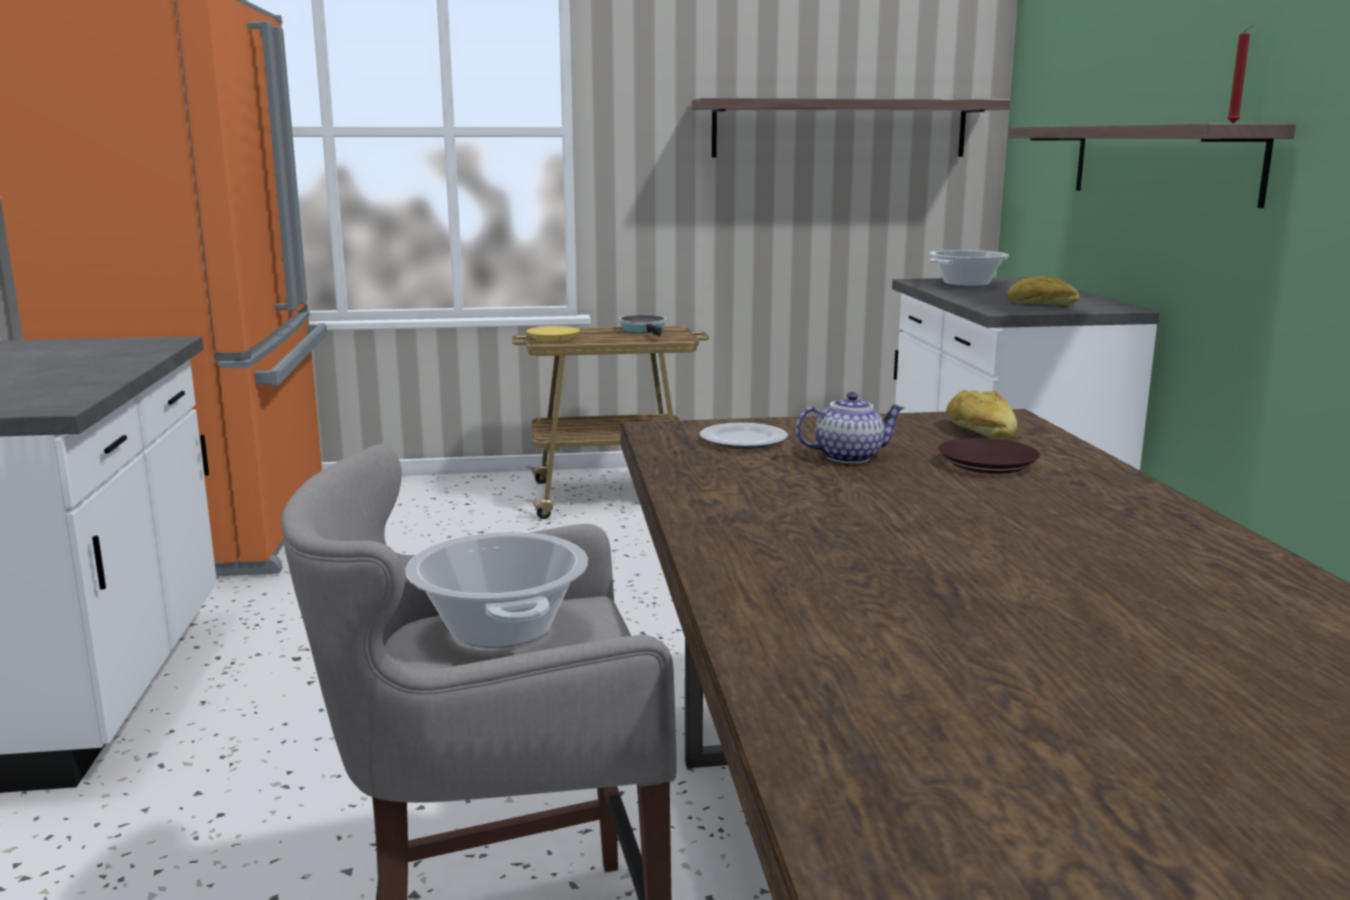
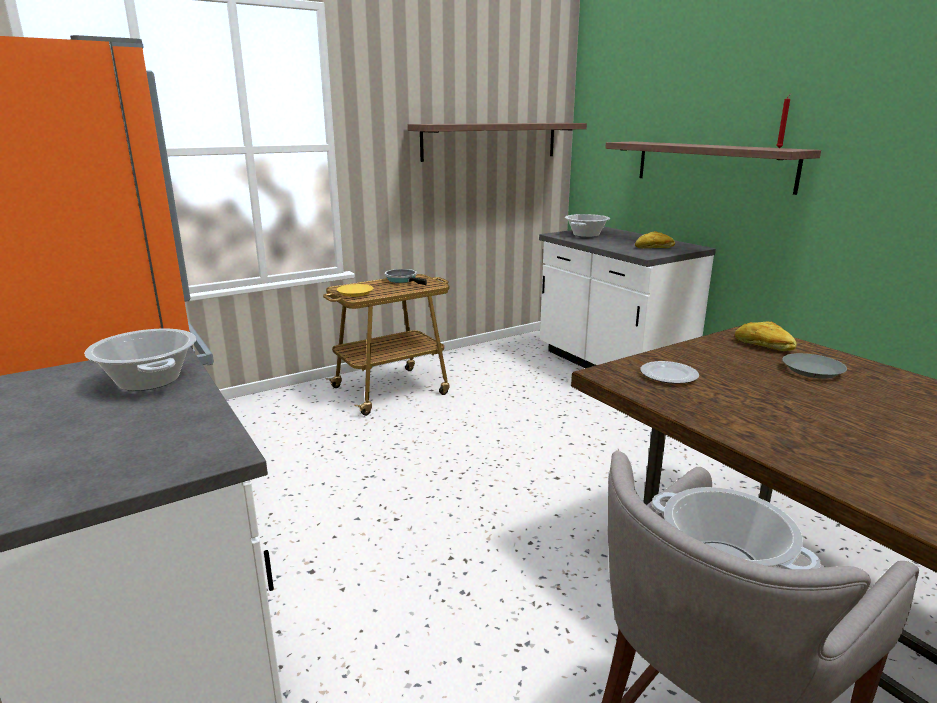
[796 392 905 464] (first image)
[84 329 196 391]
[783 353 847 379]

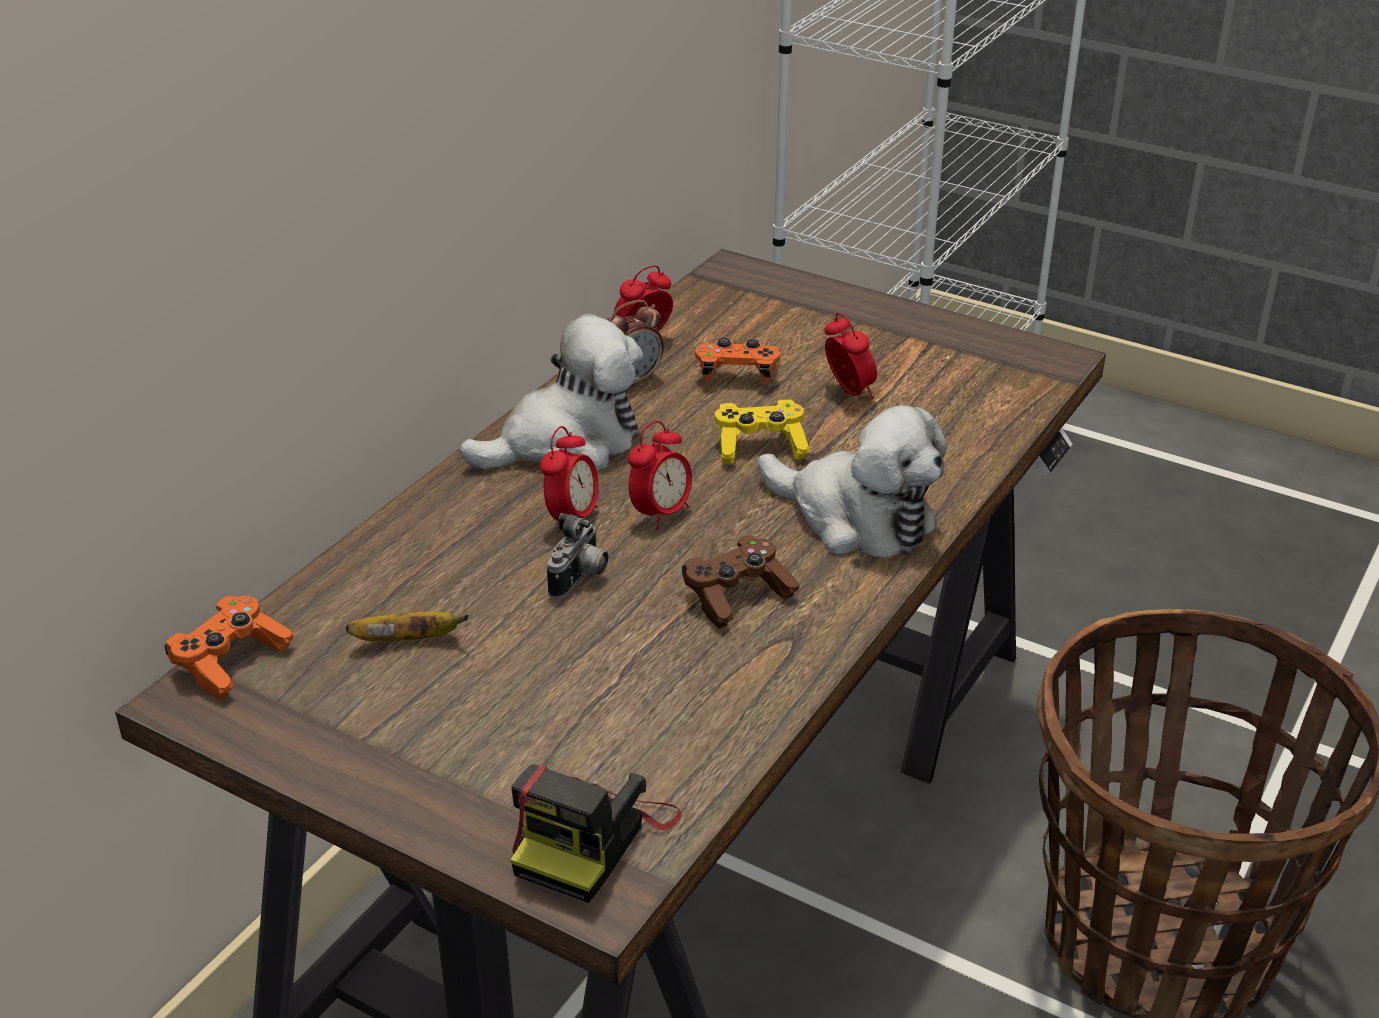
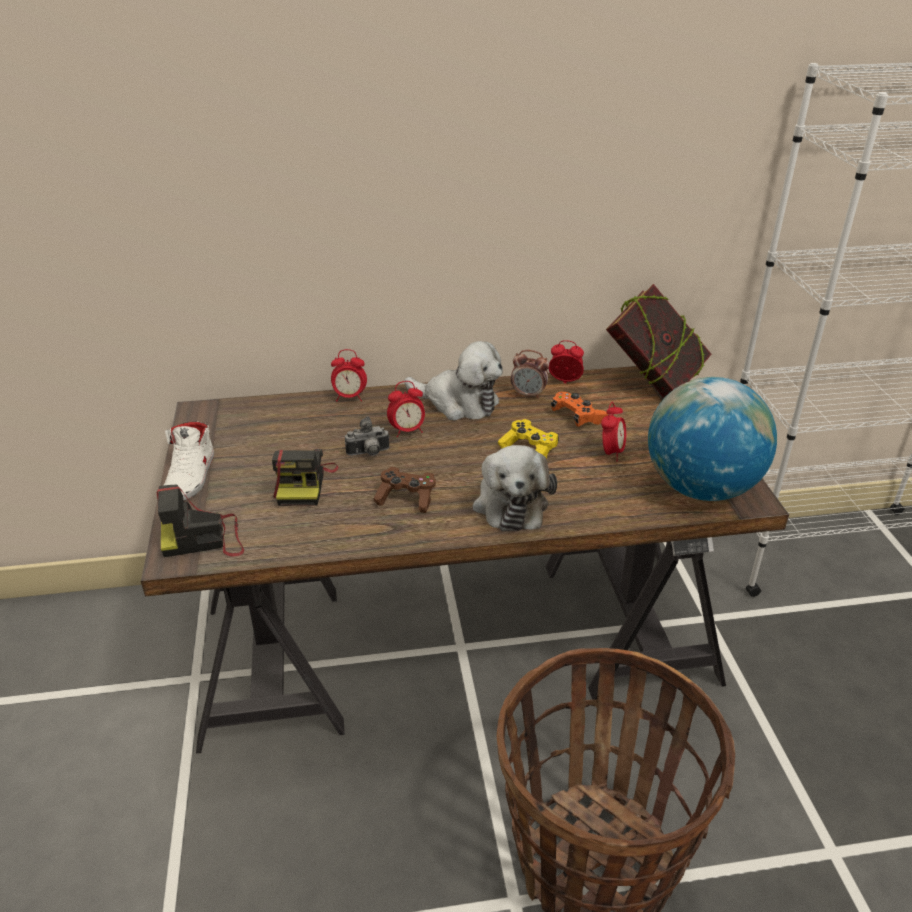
[165 596 294 700] (first image)
[346 612 469 641] (first image)
[163 421 214 501]
[272 449 338 506]
[606 284 712 398]
[648 377 777 501]
[331 349 367 401]

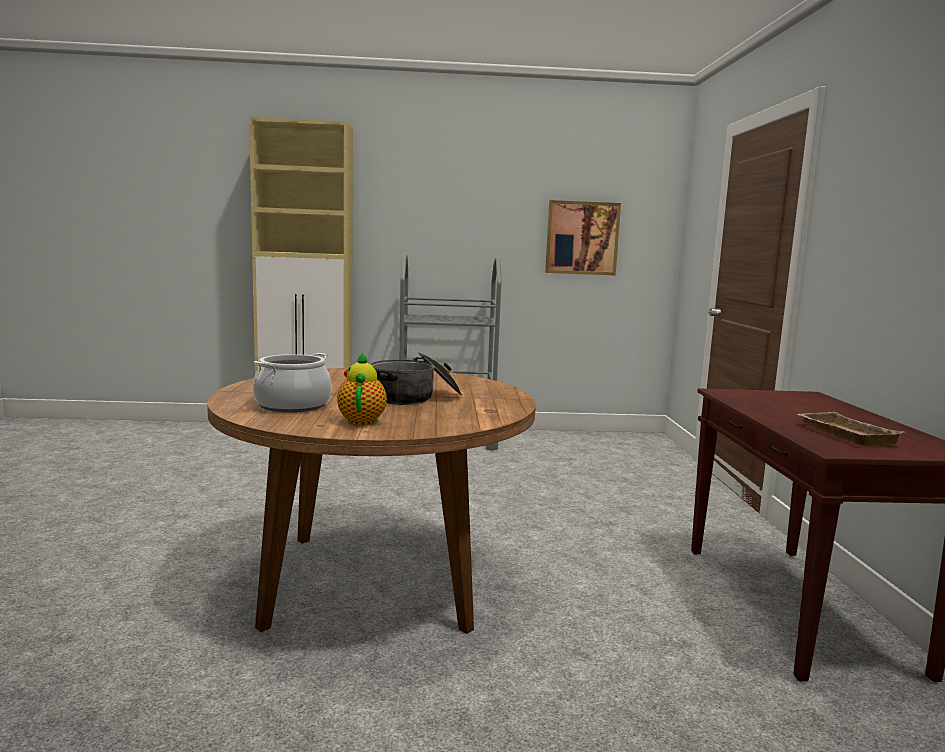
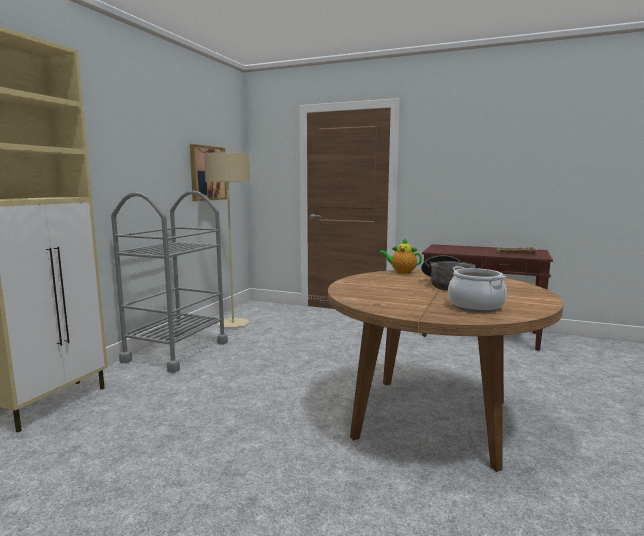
[204 152 250 328]
[379 238 422 274]

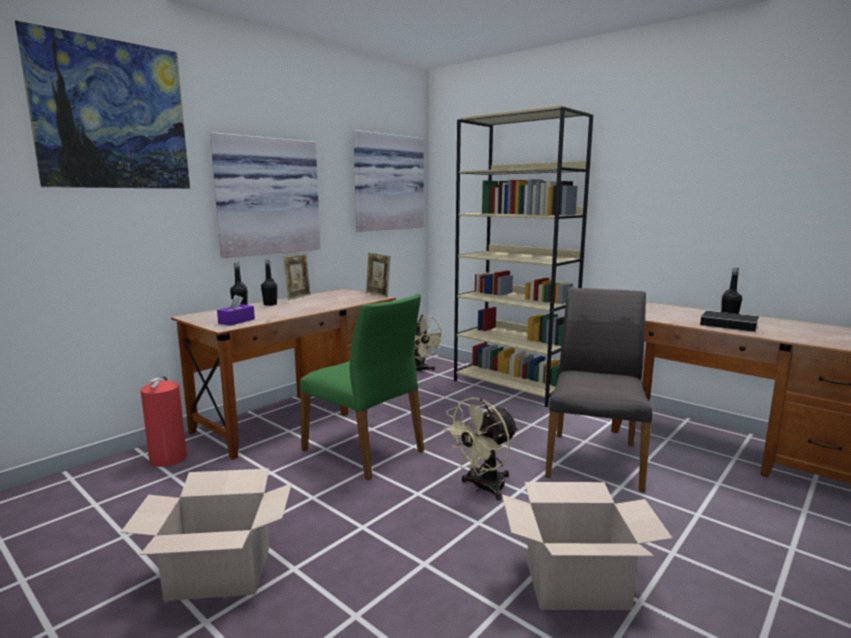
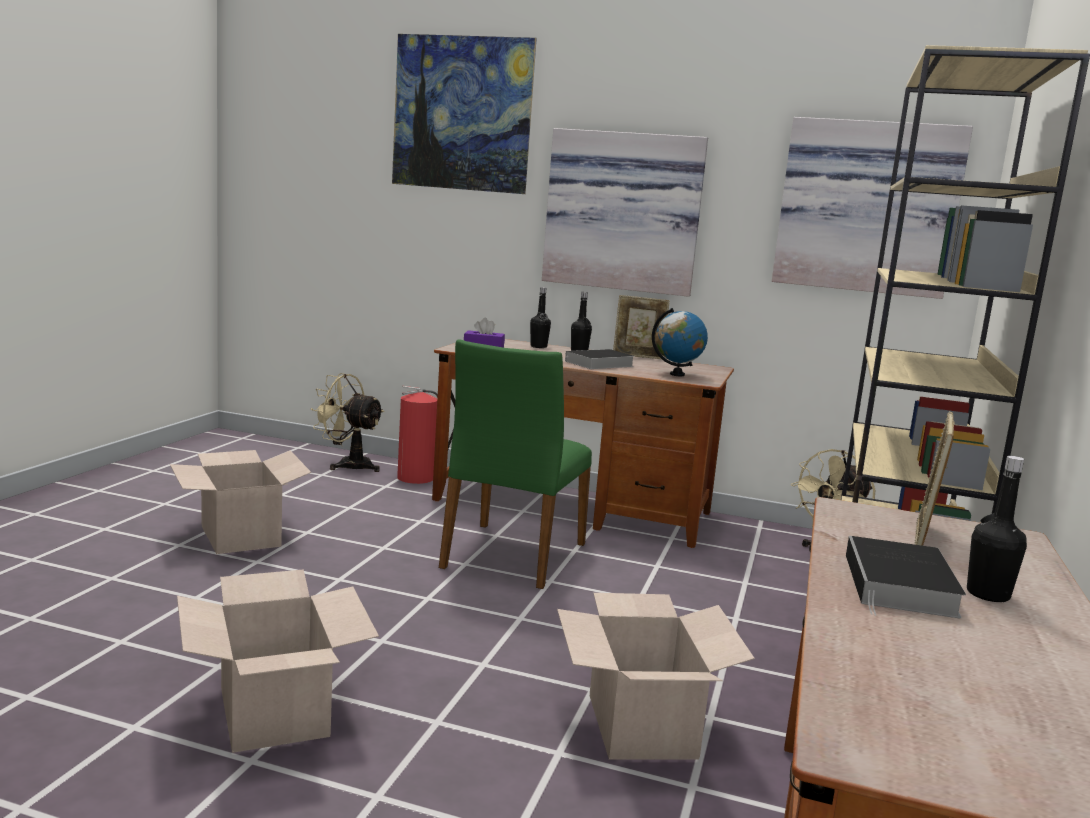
[564 349 634 369]
[652 308 708 376]
[914 412 955 546]
[311 373 385 472]
[557 593 755 759]

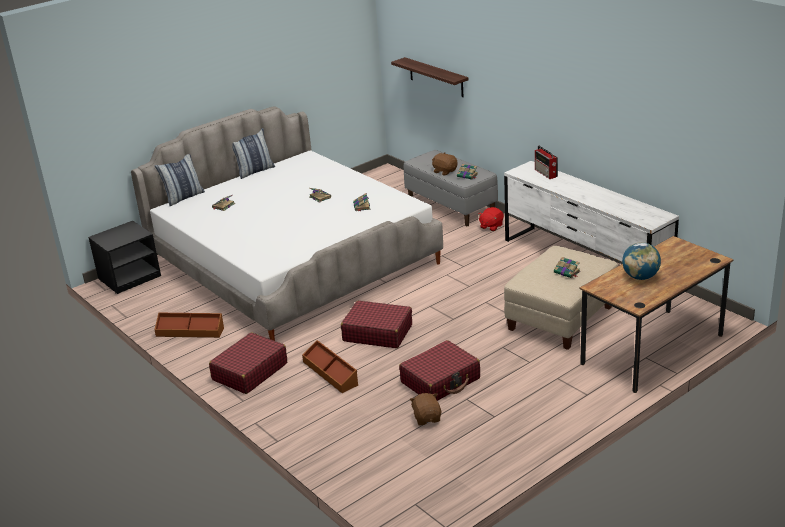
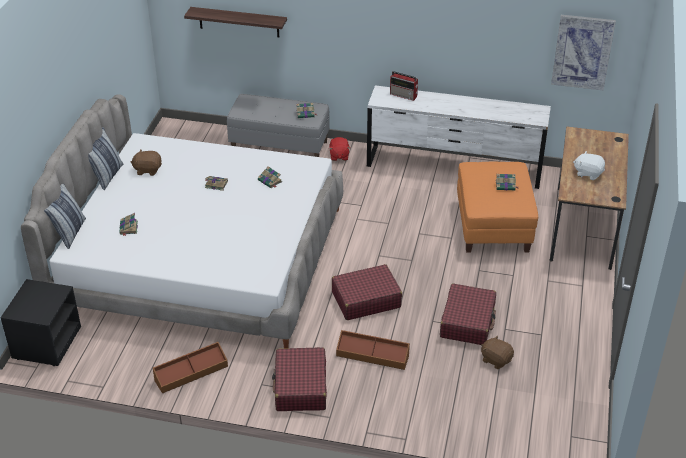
[551 15 616 90]
[131 149 162 176]
[573 151 605 180]
[457 162 538 253]

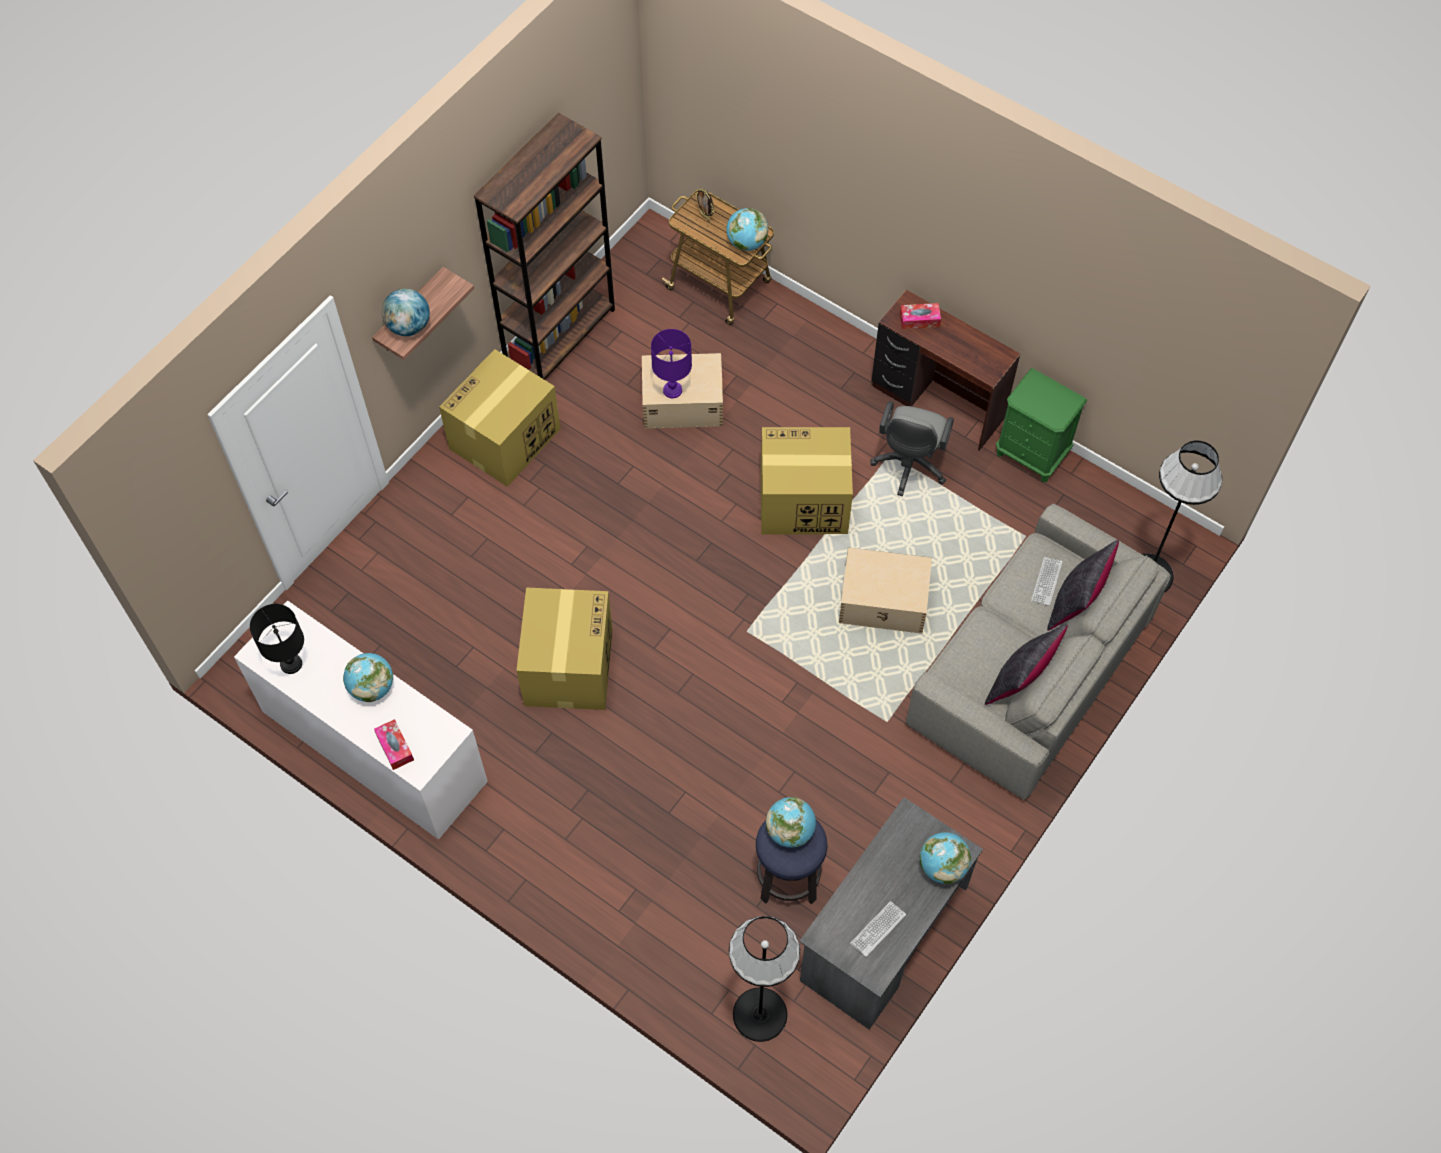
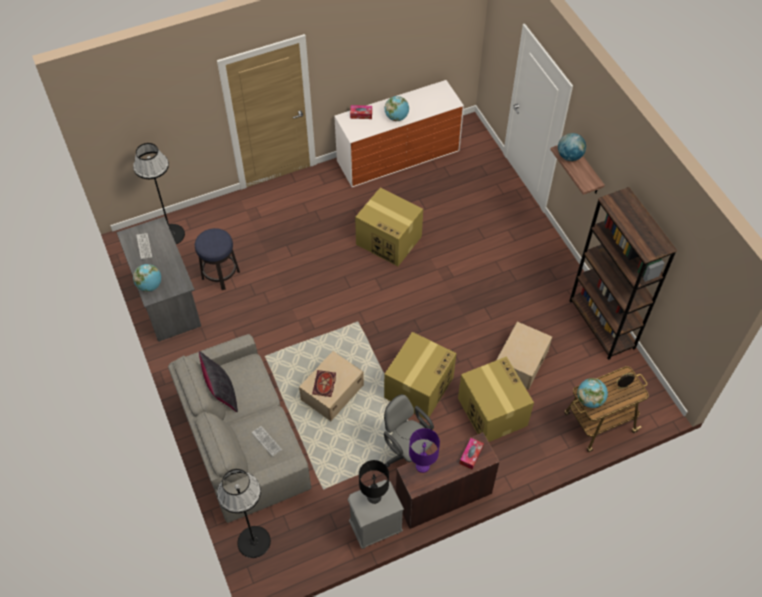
[766 797 816 848] (first image)
[1047 540 1119 631] (first image)
[312 370 336 397]
[359 460 389 504]
[458 356 534 442]
[409 428 440 473]
[348 480 404 549]

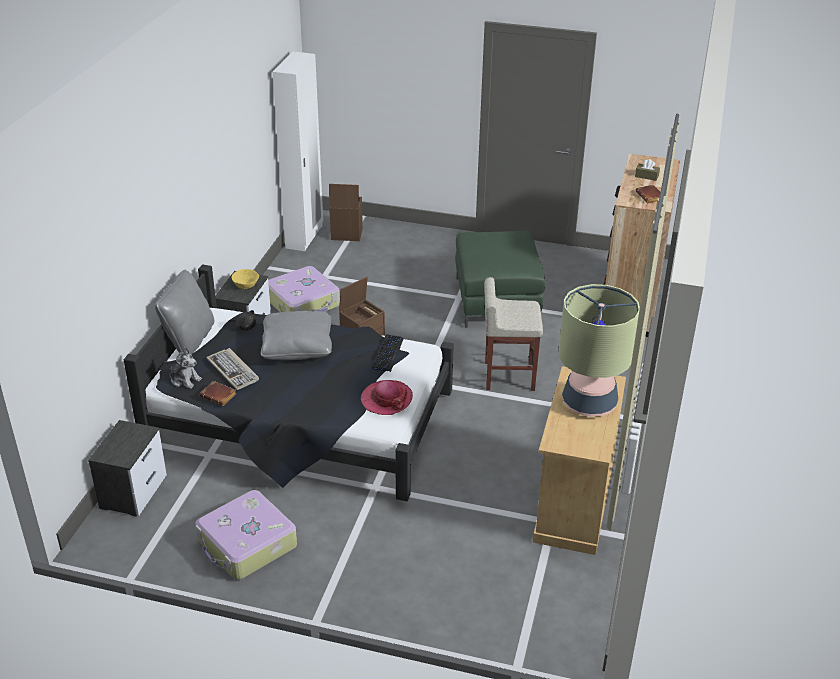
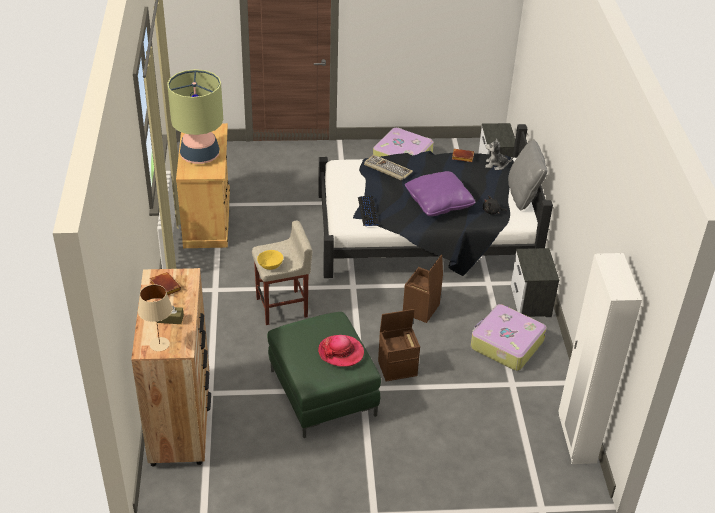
[138 285 173 351]
[364 155 413 181]
[257 250 283 270]
[378 309 420 382]
[318 335 364 367]
[405 171 476 216]

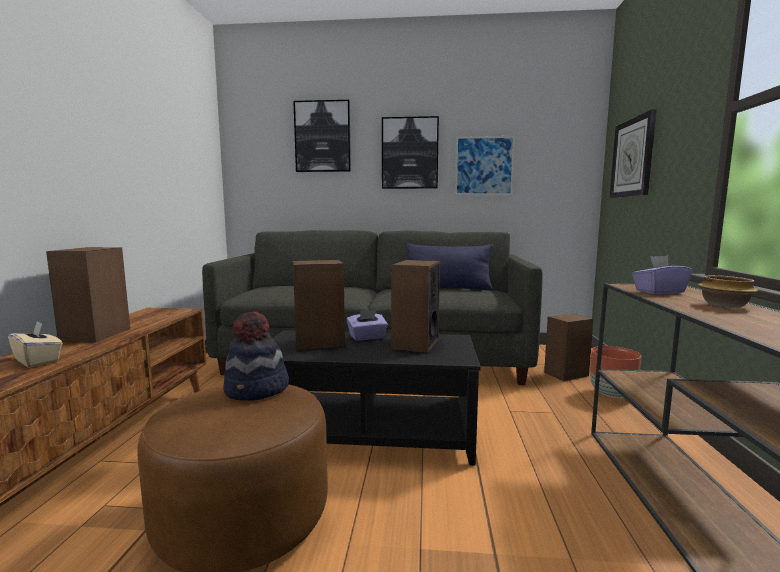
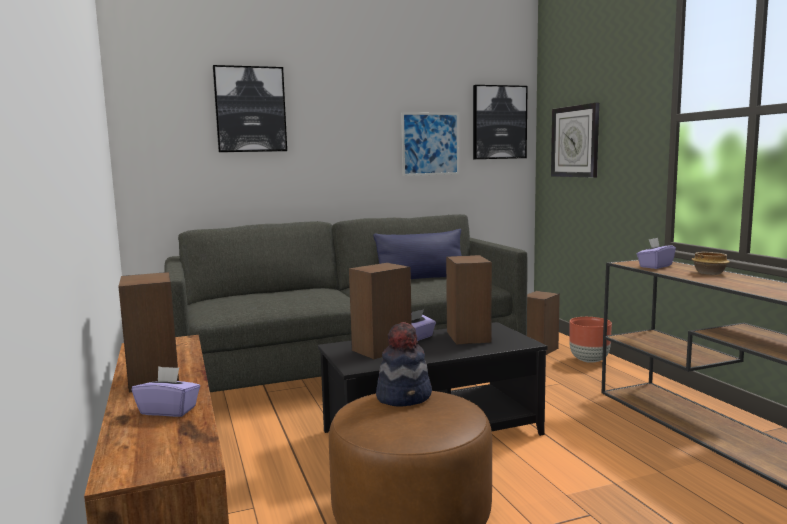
[473 85 528 159]
[132 366 200 417]

